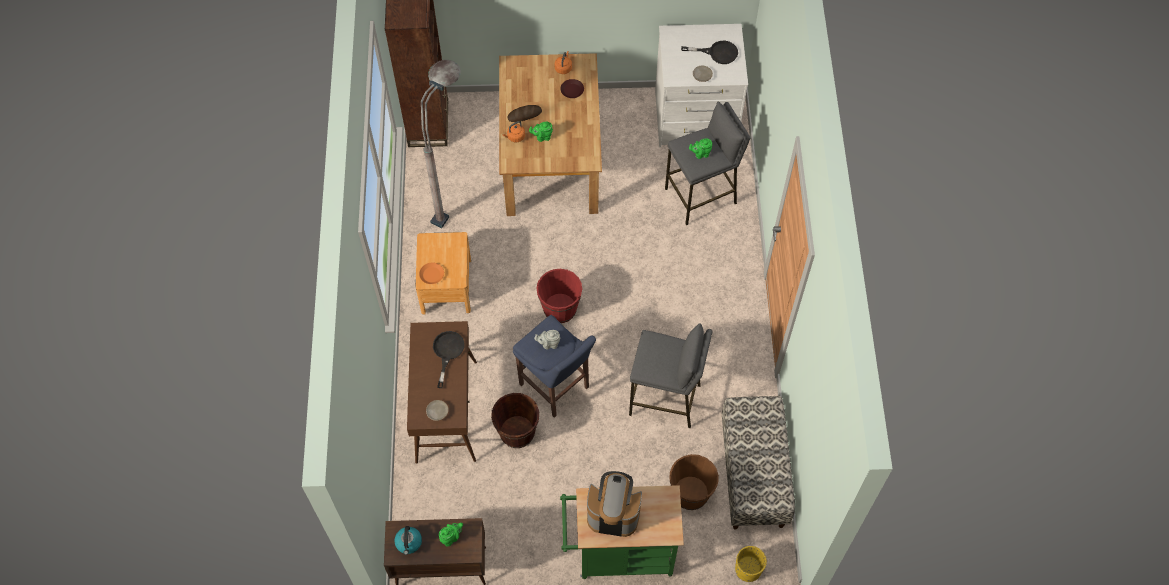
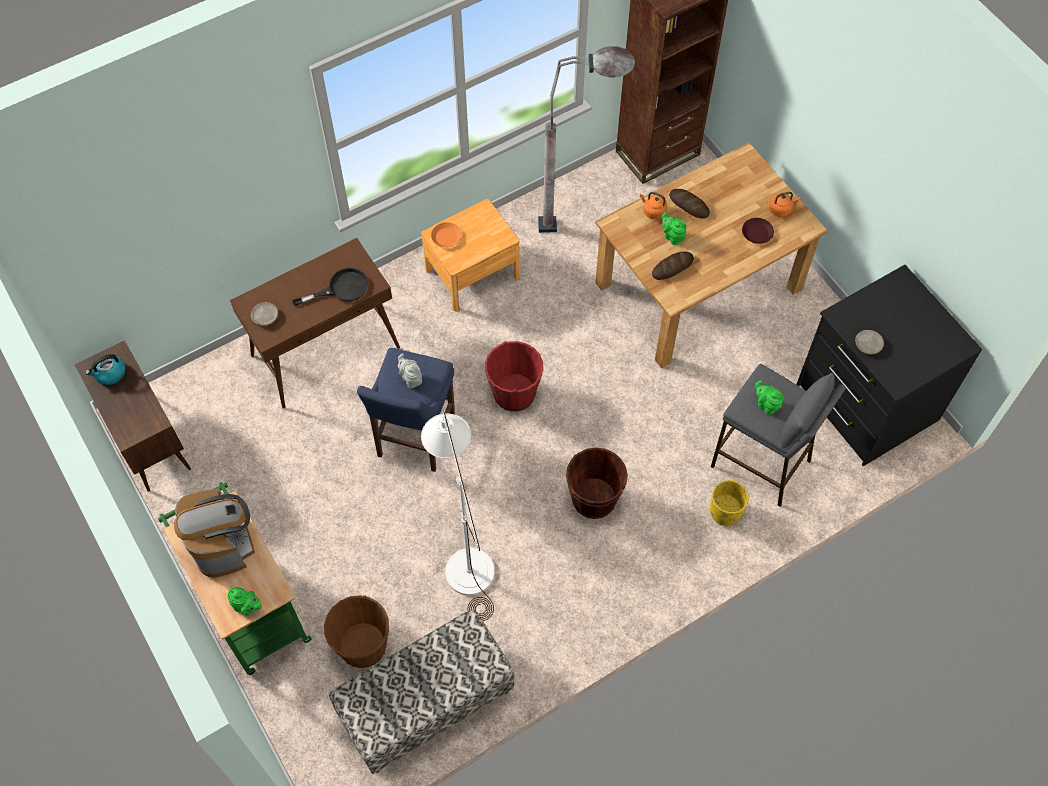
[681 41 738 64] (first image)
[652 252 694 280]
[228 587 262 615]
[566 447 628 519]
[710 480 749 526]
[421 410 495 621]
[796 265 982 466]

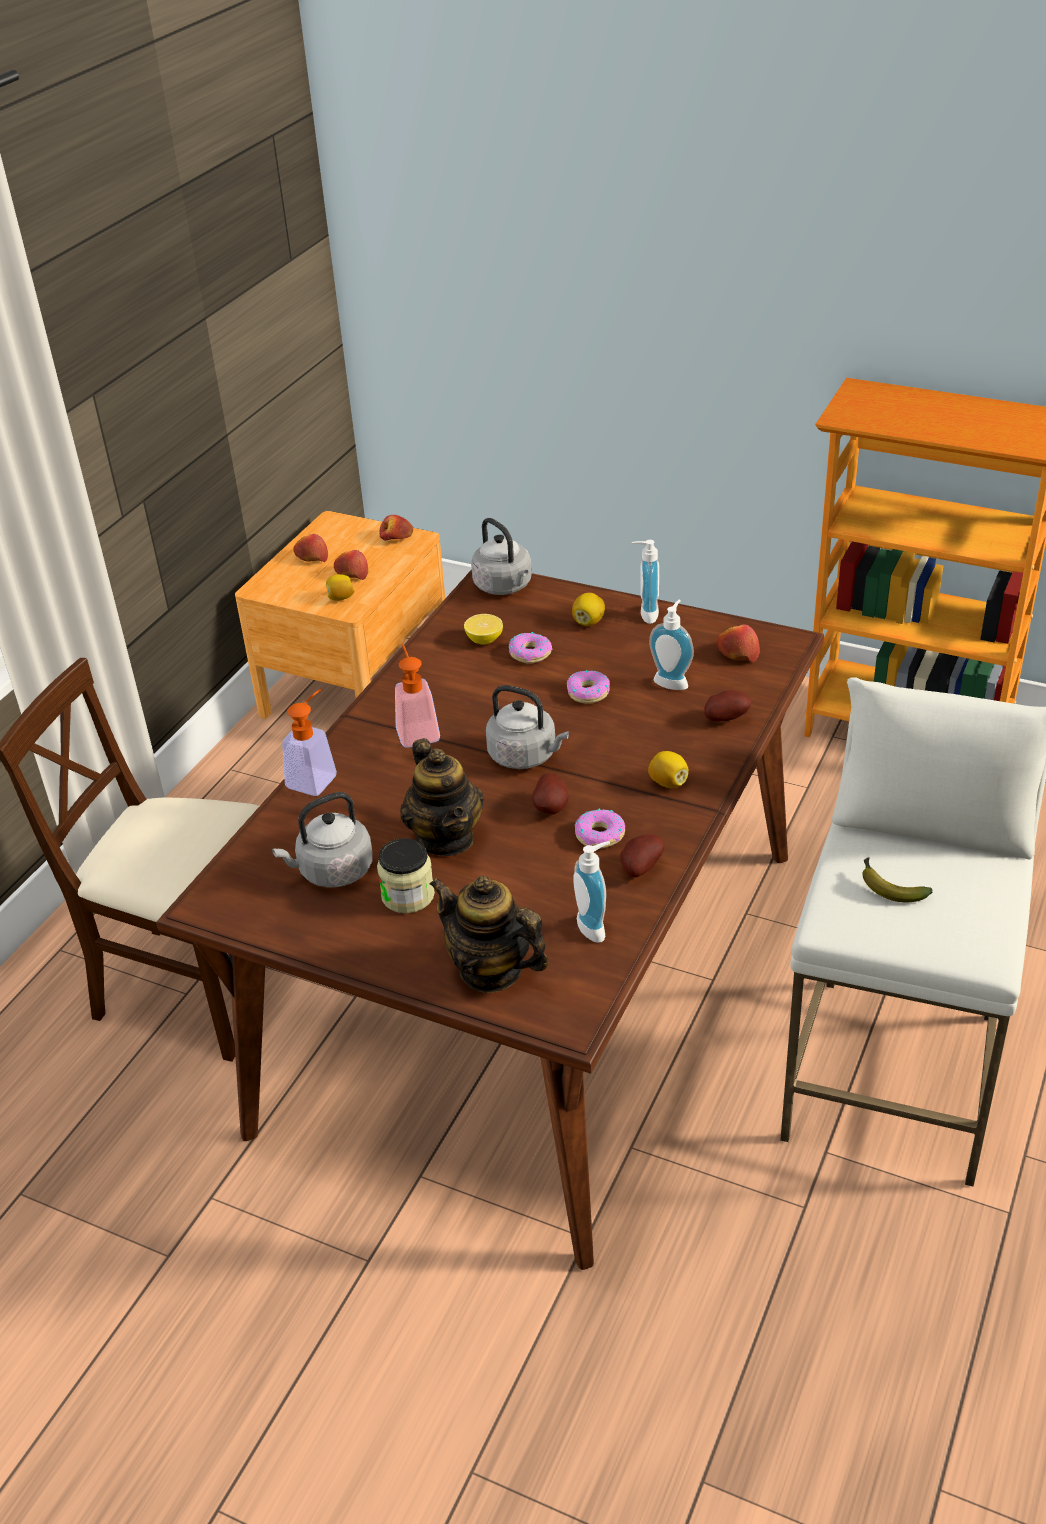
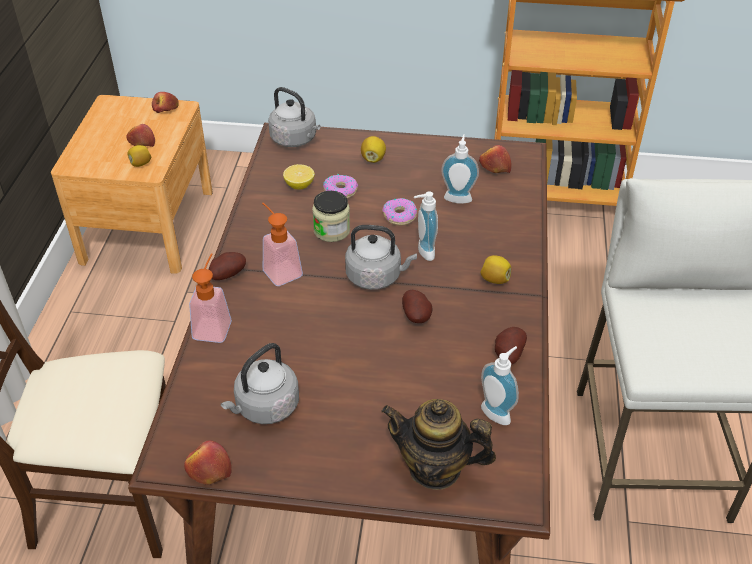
[400 738 484 856] (first image)
[575 809 625 849] (first image)
[862 857 933 902] (first image)
[184 440 232 485]
[312 191 350 242]
[414 192 438 261]
[209 252 246 280]

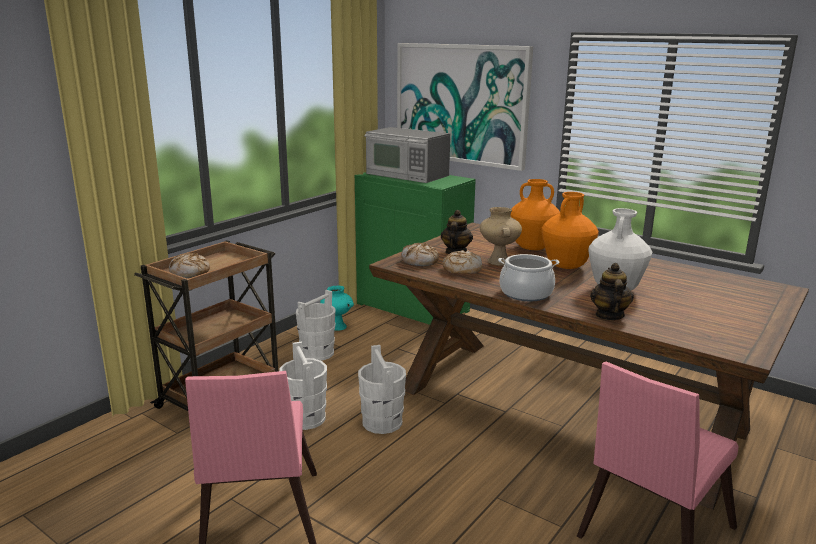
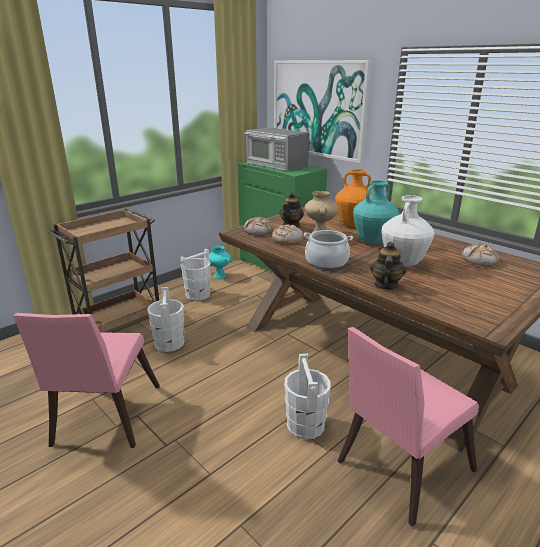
[462 243 499 266]
[284 354 331 440]
[353 180 399 244]

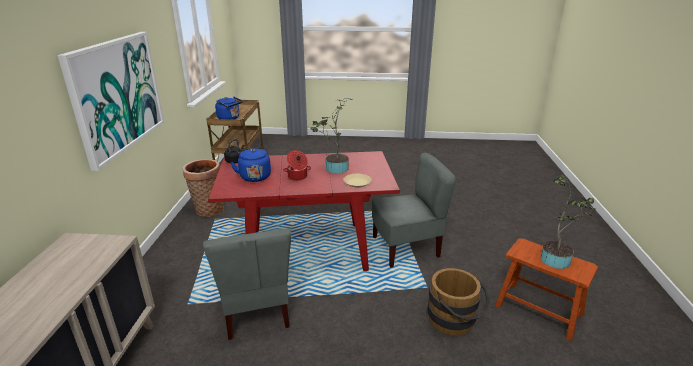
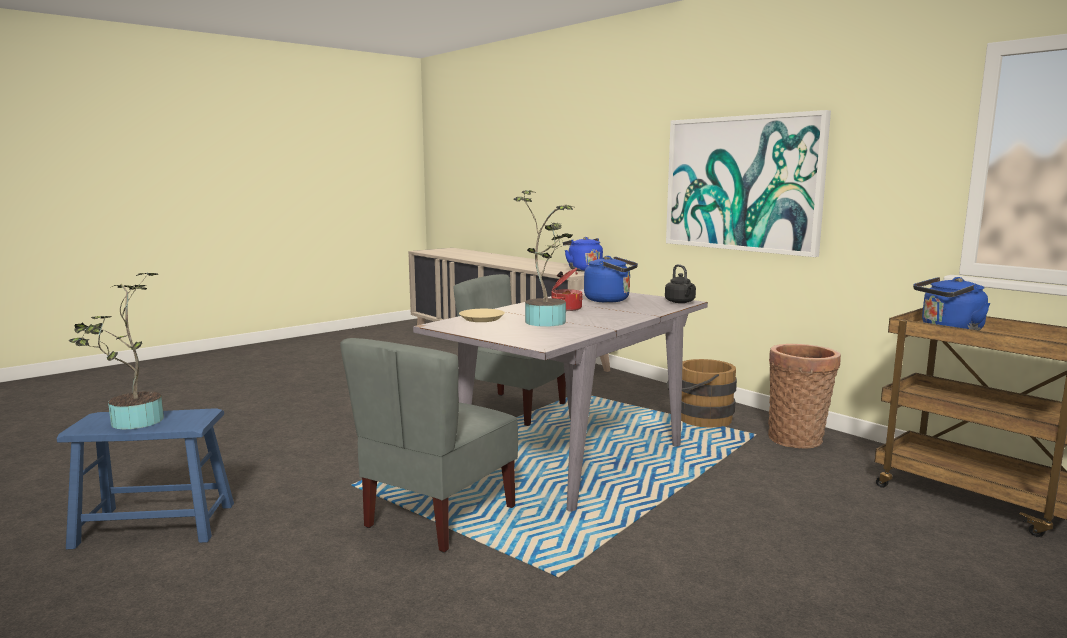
[563 237 603 272]
[666 359 737 428]
[413 289 708 512]
[57 408 234 549]

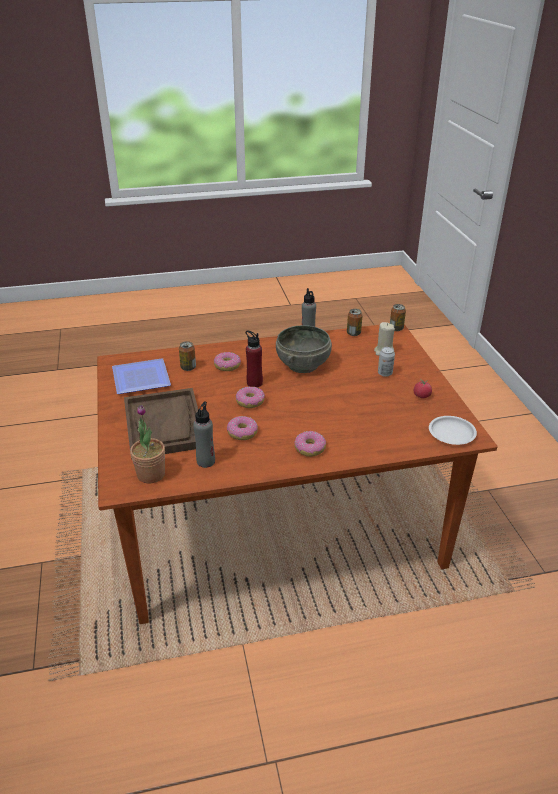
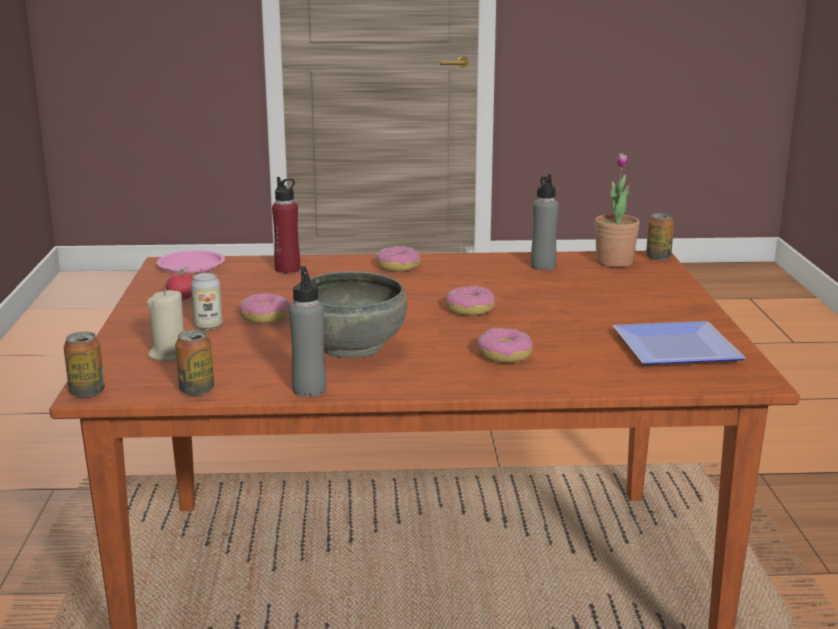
[124 388 198 459] (first image)
[646 213 674 260]
[240 293 290 324]
[272 177 300 273]
[157 251 225 274]

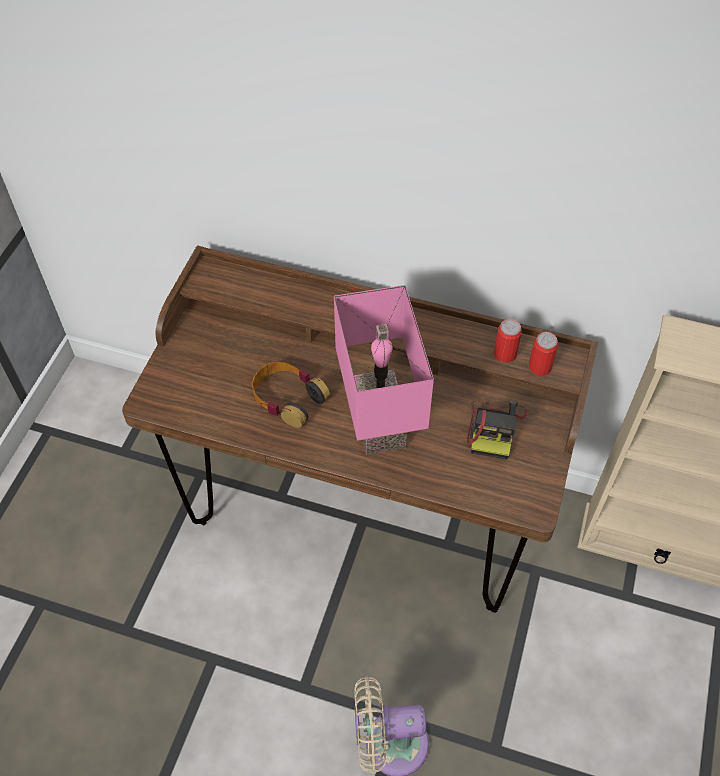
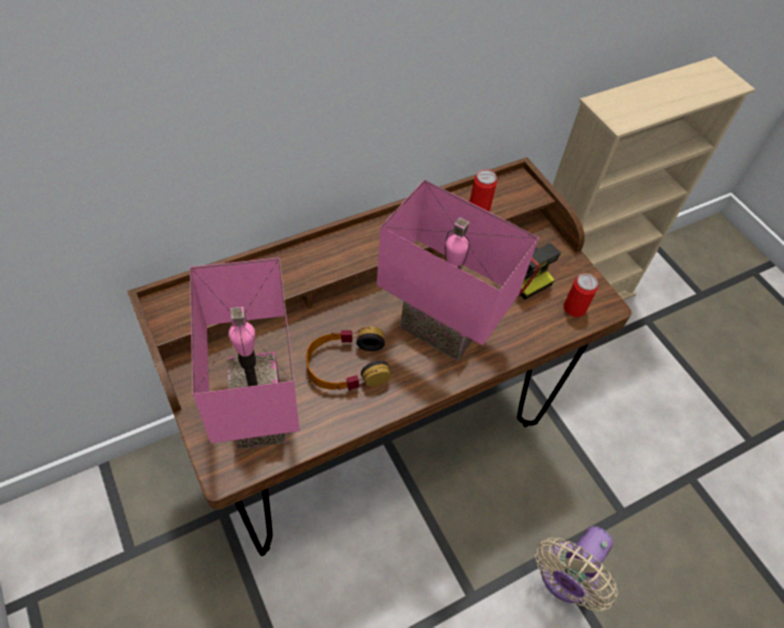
[190 258 300 449]
[564 273 598 317]

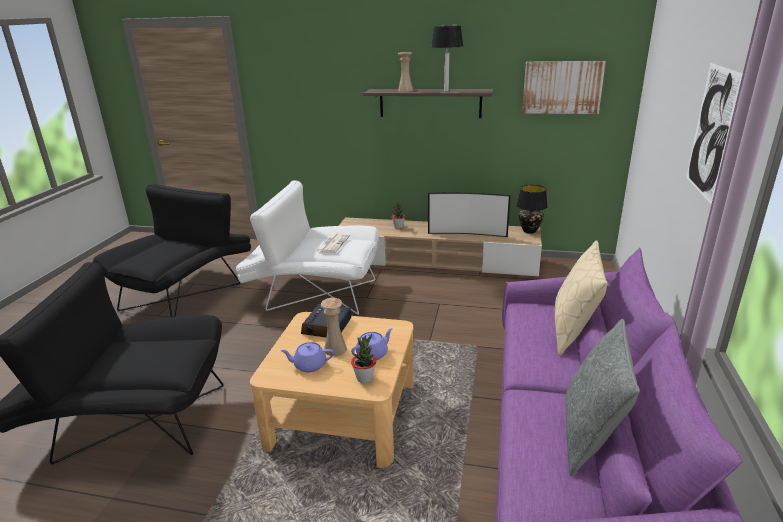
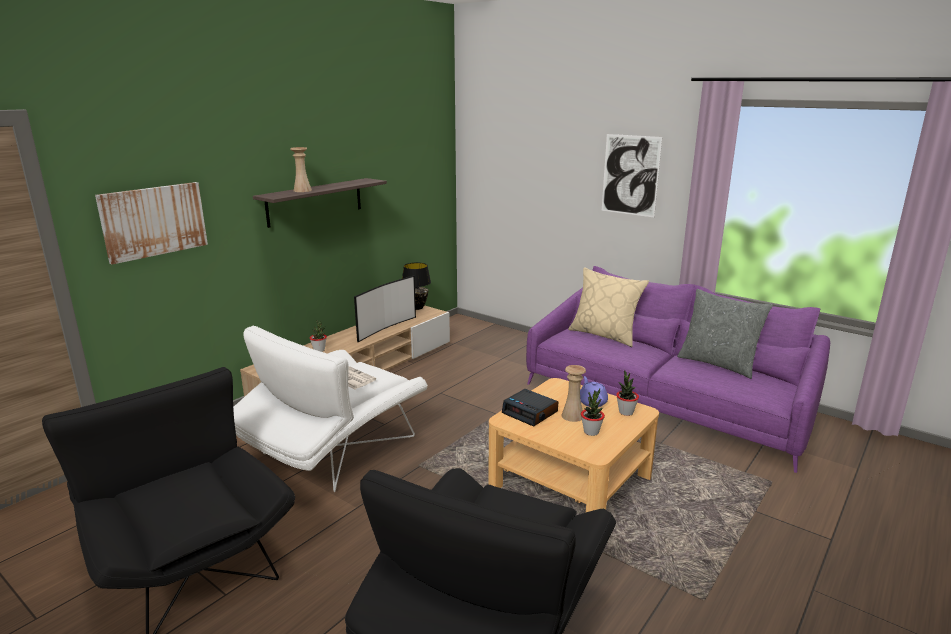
[431 25 463 92] (first image)
[95 182 208 265]
[581 388 605 436]

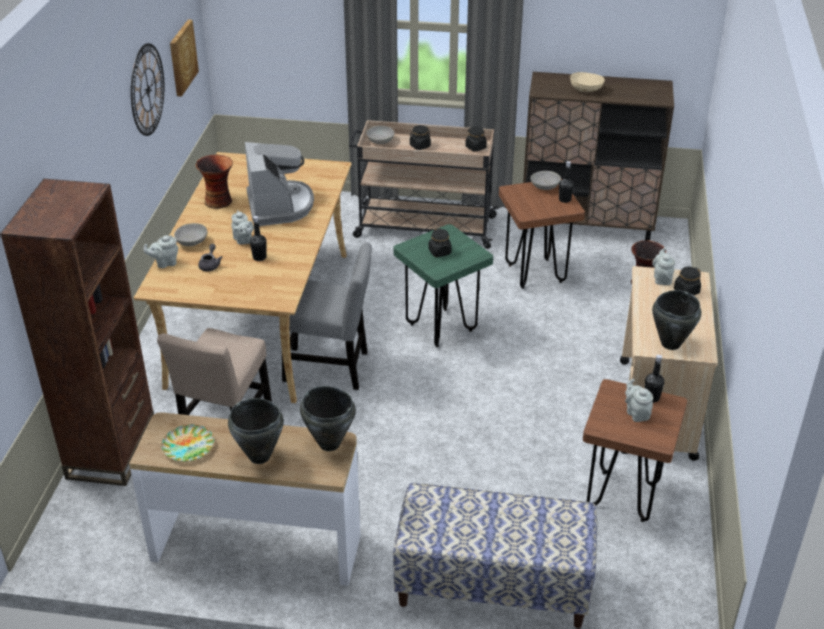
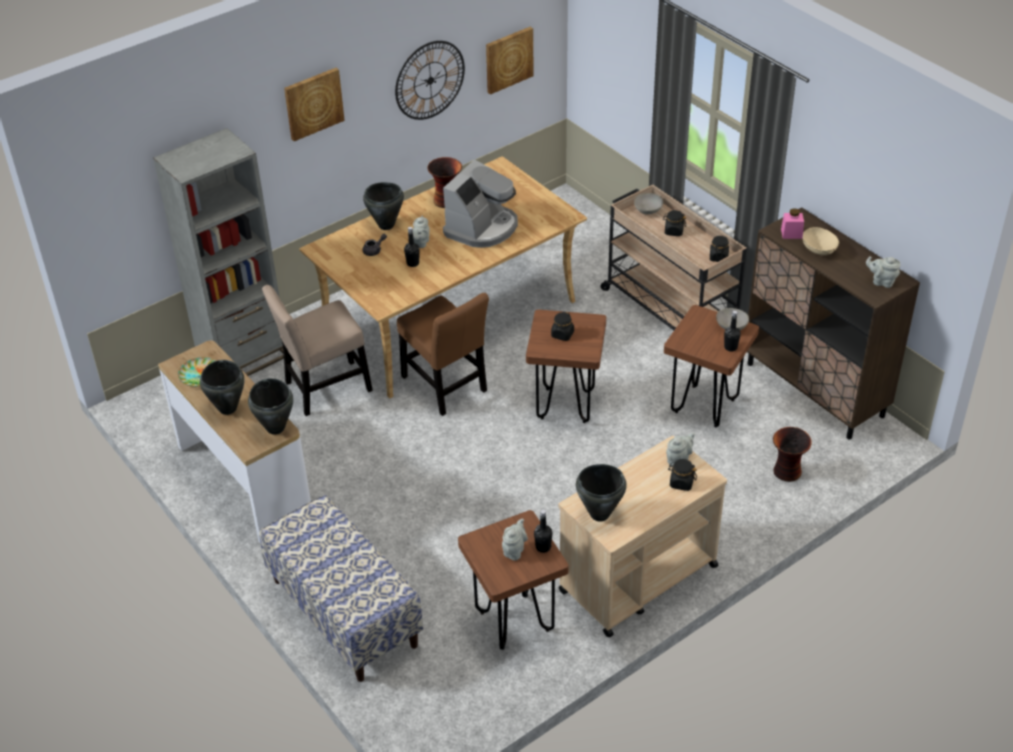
[284 68 345 141]
[781 208 804 239]
[866 256 900 288]
[363 182 404 230]
[153 128 284 376]
[397 293 489 416]
[526 309 606 423]

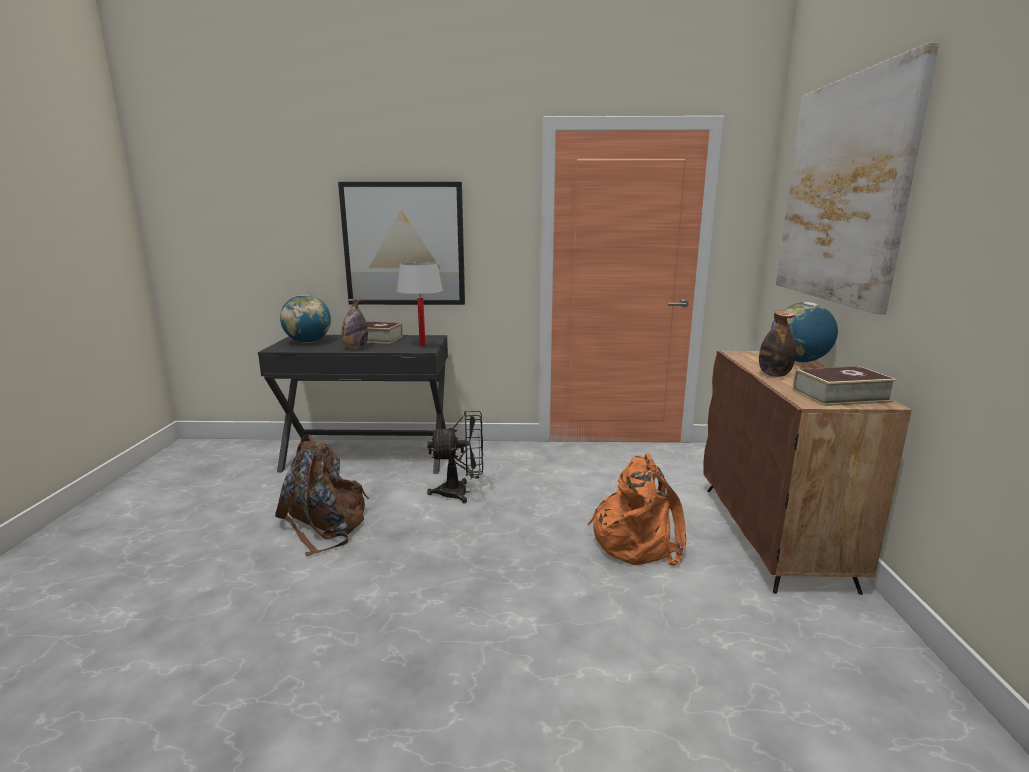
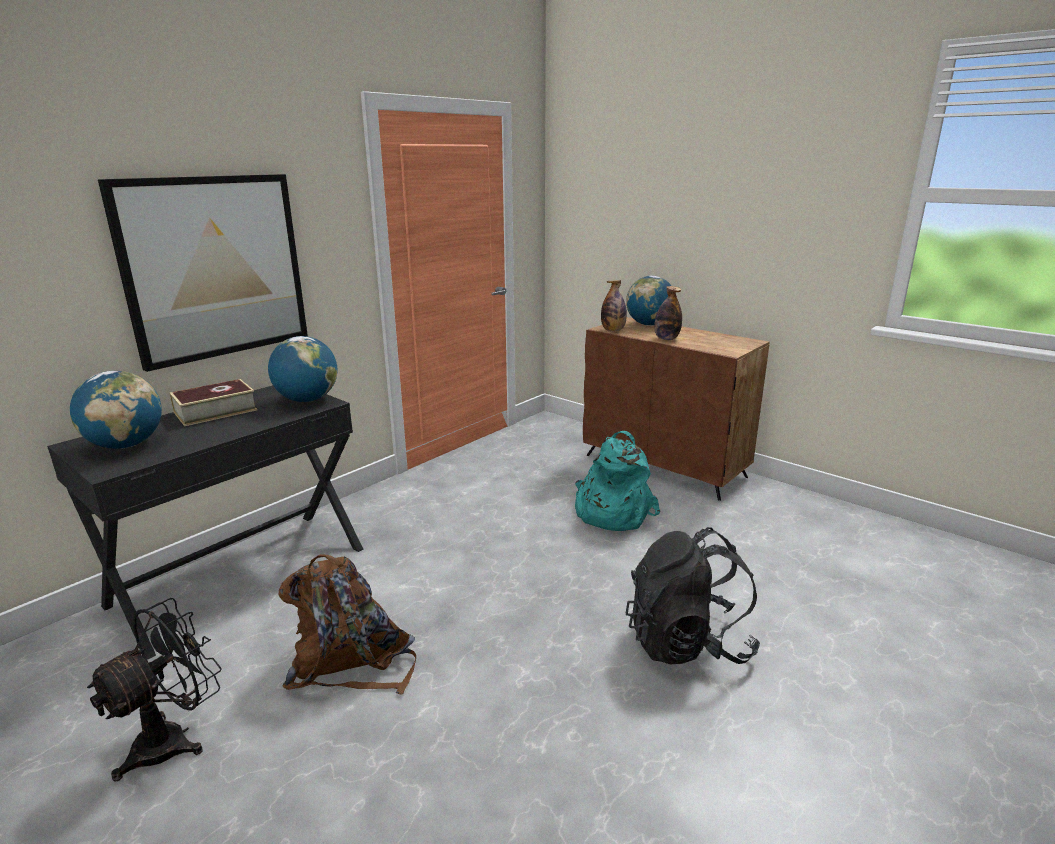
[776 42 939 314] (first image)
[792 366 897 406] (first image)
[625 527 760 665]
[601 280 627 331]
[87 598 222 782]
[268 336 338 402]
[575 431 660 531]

